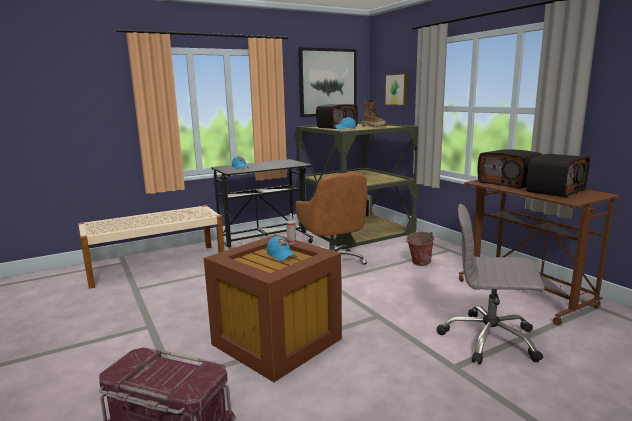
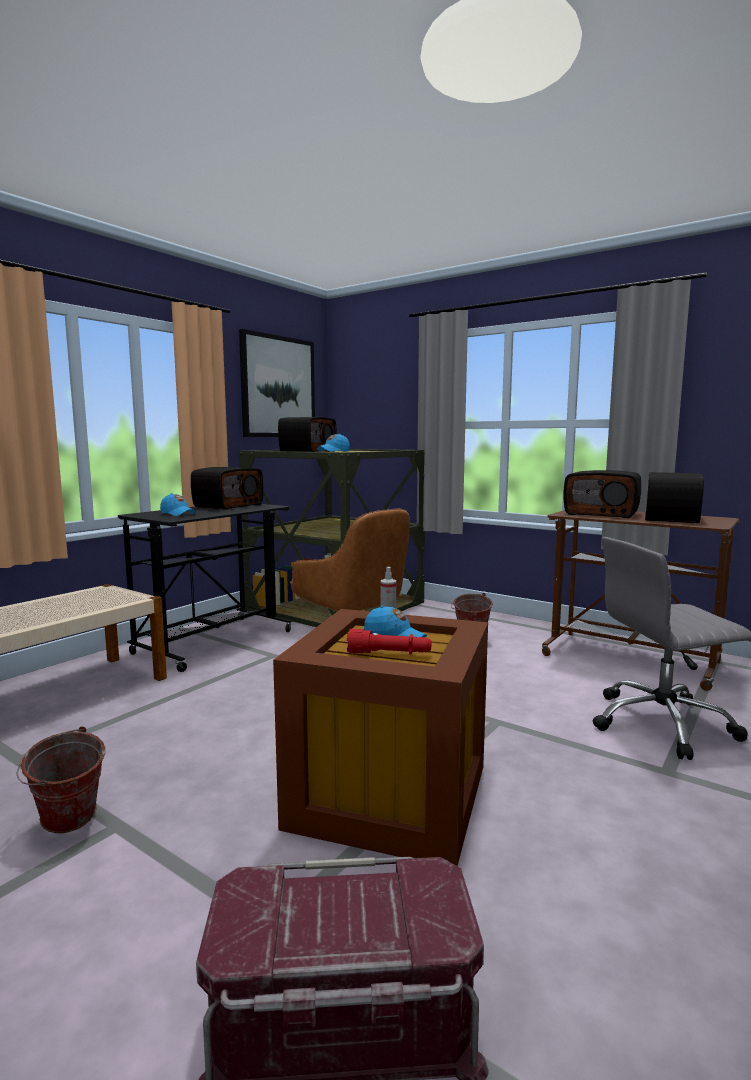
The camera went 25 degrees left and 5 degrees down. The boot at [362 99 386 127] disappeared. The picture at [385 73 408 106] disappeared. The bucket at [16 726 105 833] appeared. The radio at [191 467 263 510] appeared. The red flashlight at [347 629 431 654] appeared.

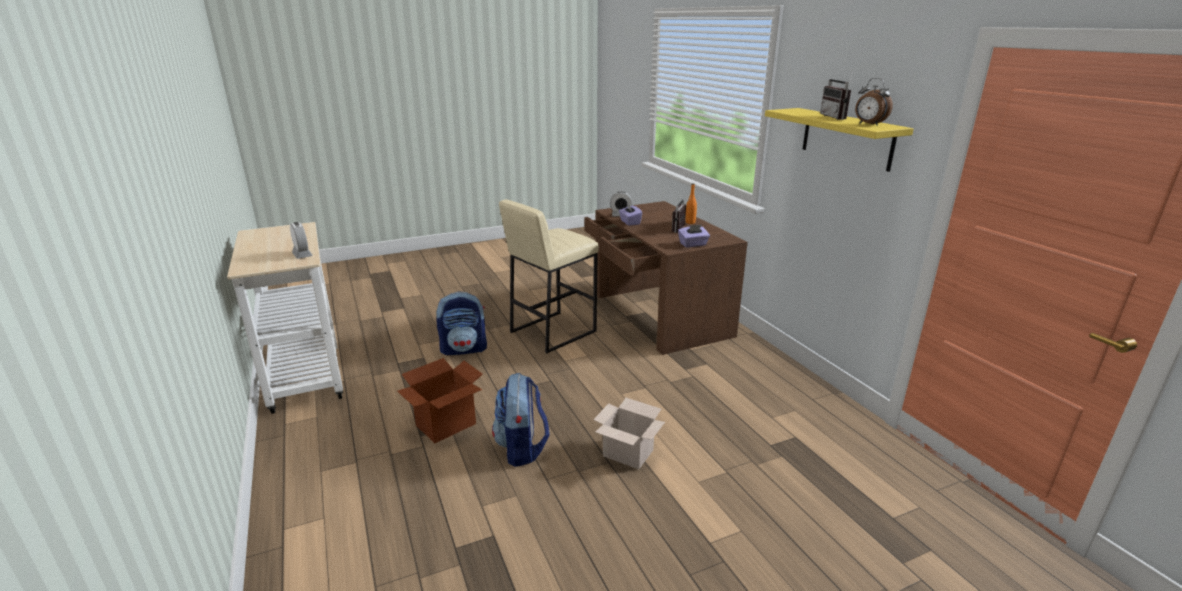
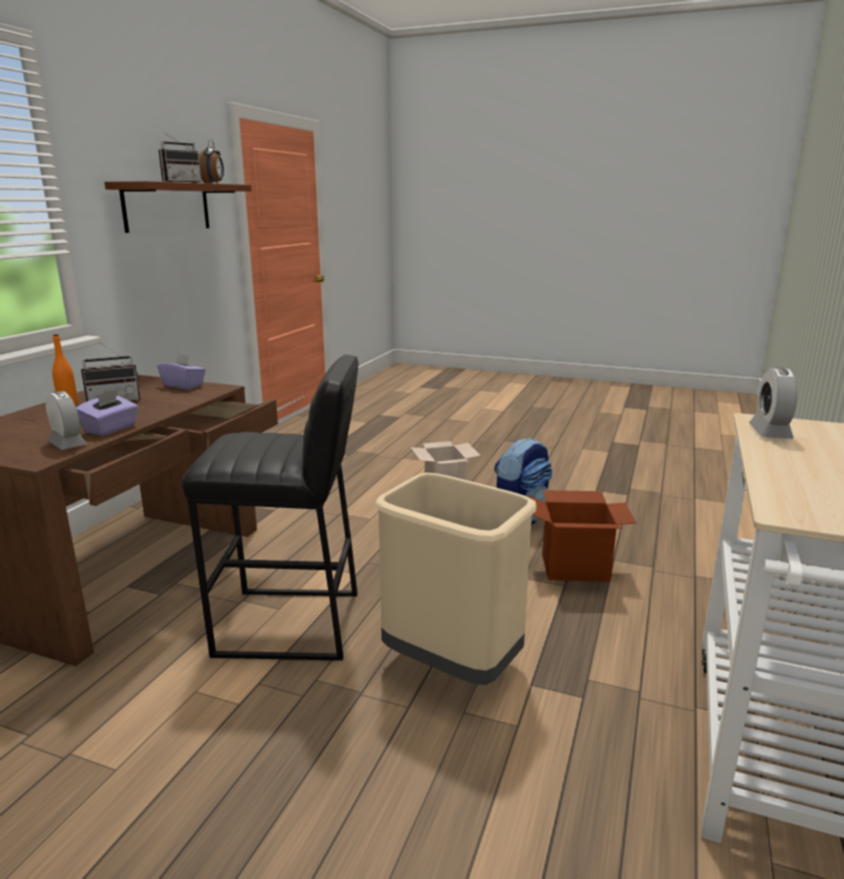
The camera went 135 degrees left and 5 degrees down. The backpack at [436 291 487 355] was replaced by the beige trash can at [374 473 537 685]. The beige stool at [499 199 599 353] became the black stool at [182 354 358 661]. The yellow shelf at [765 108 914 172] became the brown shelf at [104 181 251 233].

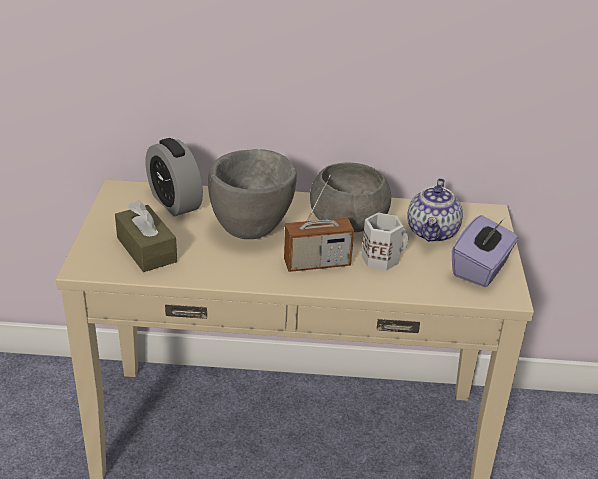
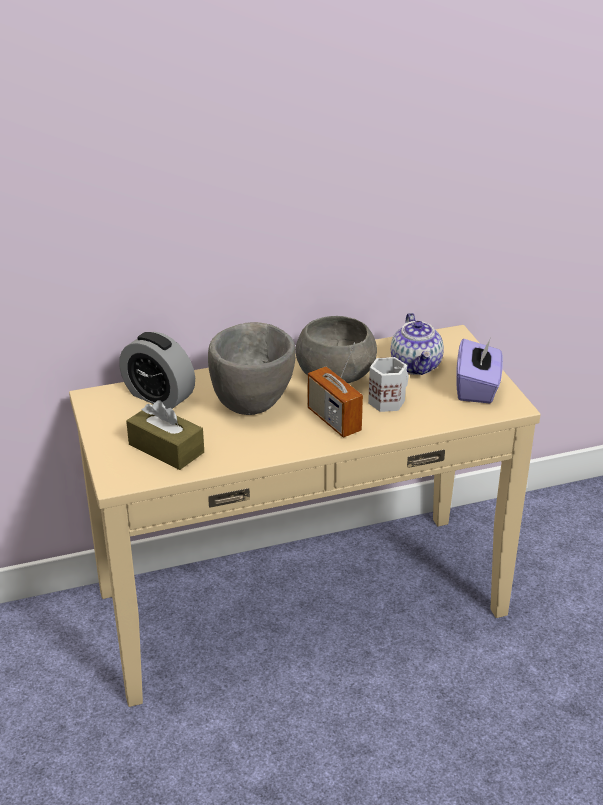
The camera went 20 degrees left and 0 degrees up. The radio at [284 175 354 272] turned 90 degrees clockwise.

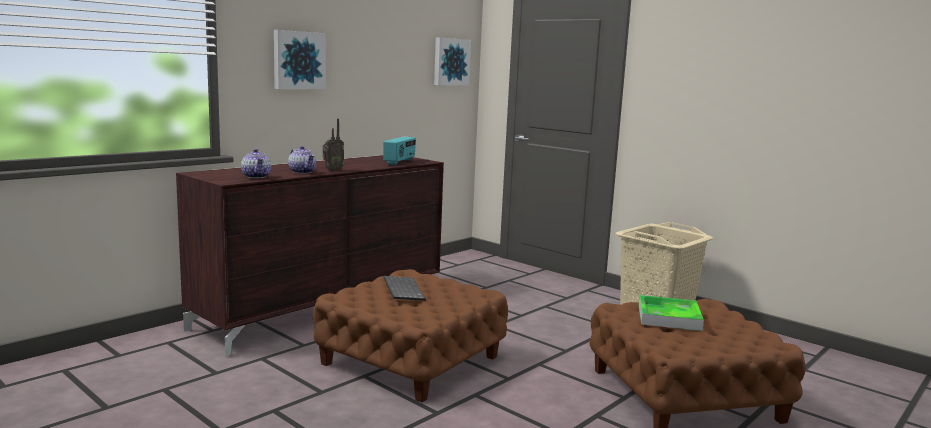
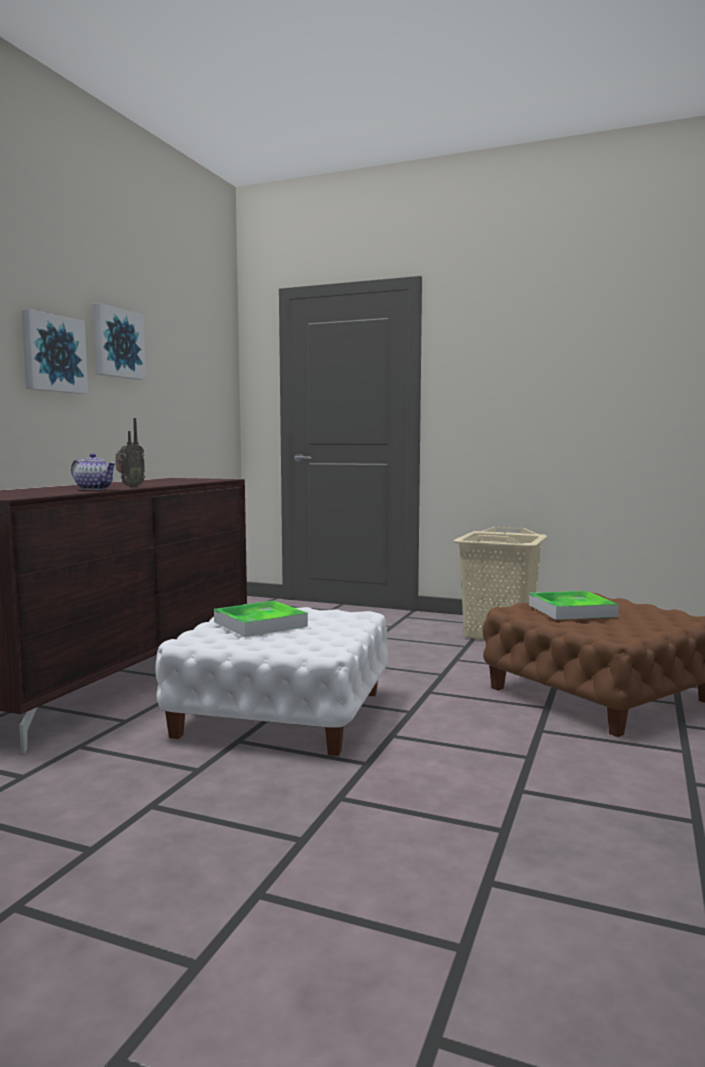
The camera went 20 degrees left and 5 degrees down. The teapot at [241 149 271 178] disappeared. The brown ottoman at [313 269 508 402] became the white ottoman at [155 604 388 756]. The radio at [383 137 416 165] disappeared. The keyboard at [383 276 426 301] was replaced by the tray at [214 600 308 637]. The picture moved from [434 37 471 86] to [92 303 146 380].

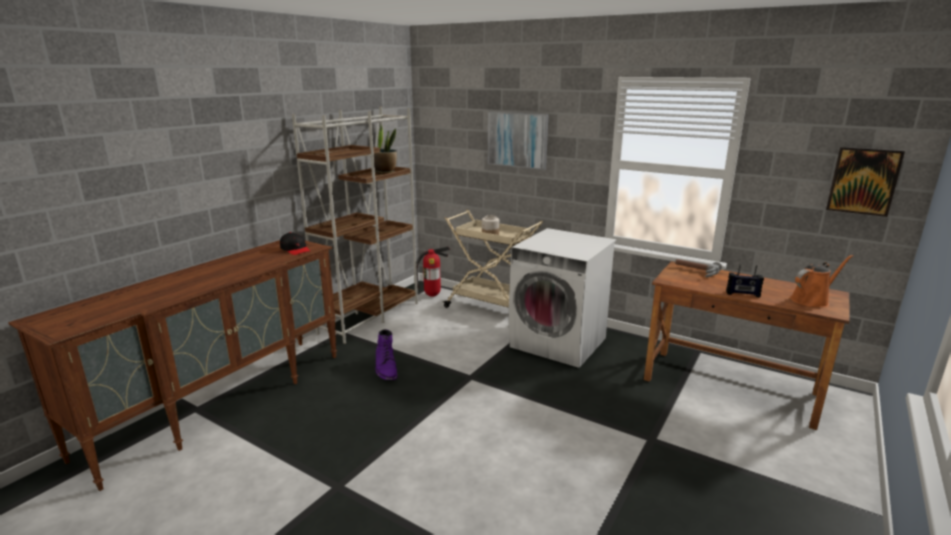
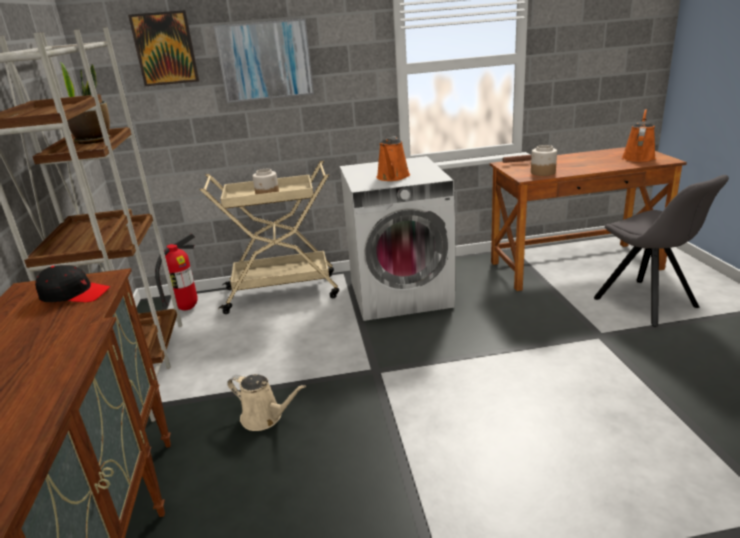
The camera went 40 degrees left and 5 degrees up. The purple boot at [375 329 397 380] was replaced by the beige watering can at [227 374 306 431]. The radio at [726 264 764 297] disappeared. The picture moved from [826 147 905 217] to [128 10 199 86]. The orange watering can at [377 136 410 181] appeared. The jar at [531 145 557 176] appeared. The grey chair at [594 175 729 327] appeared.

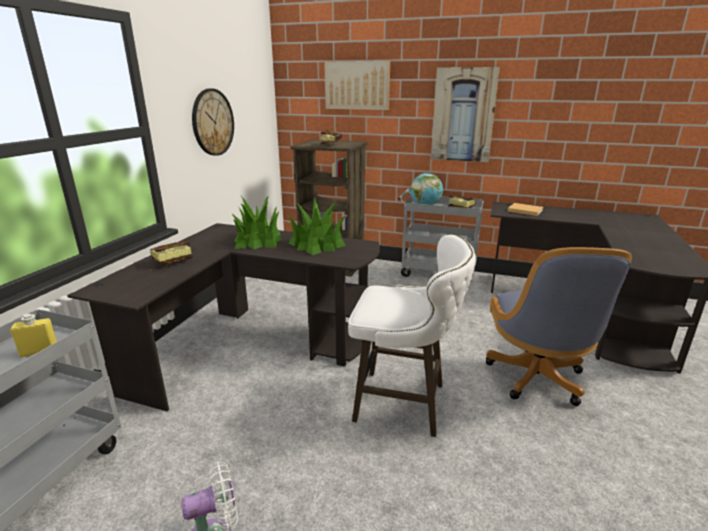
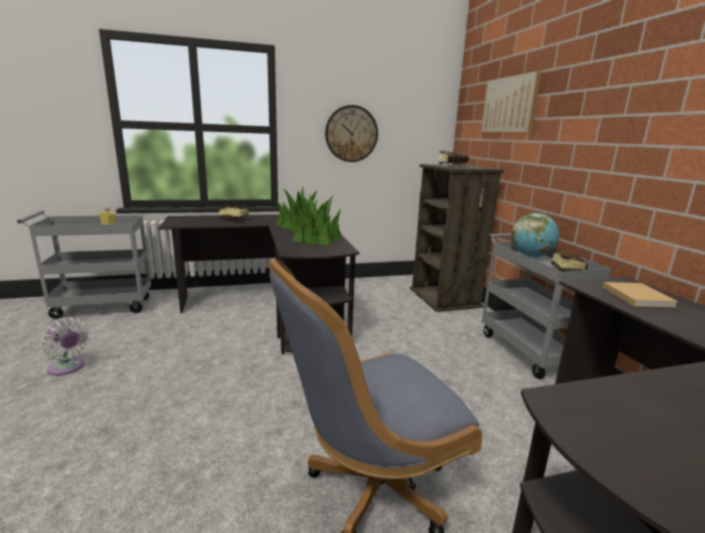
The camera went 55 degrees right and 5 degrees down. The white stool at [348 234 476 437] disappeared. The picture at [431 67 500 162] disappeared.

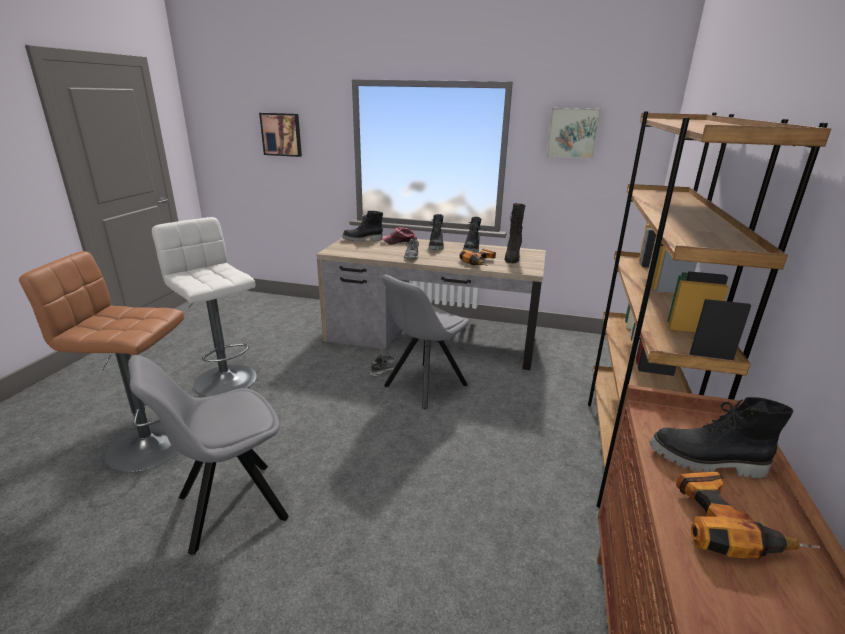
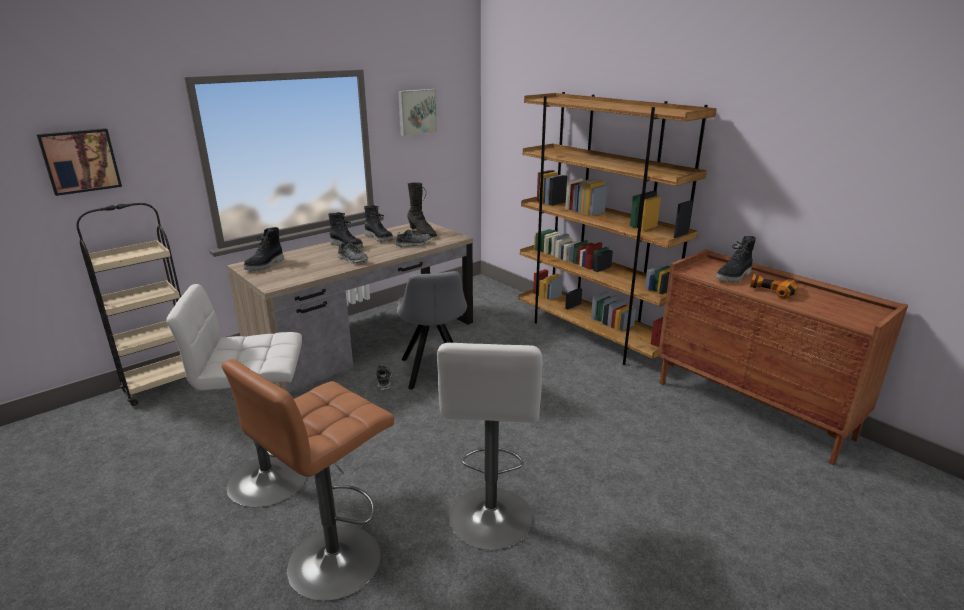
The camera went 55 degrees left and 0 degrees up. The grey chair at [128 355 289 555] was replaced by the white stool at [437 343 543 550]. The cap at [381 227 417 245] disappeared. The power drill at [459 249 496 266] was replaced by the shoe at [395 230 431 247]. The beige cart at [76 203 186 406] appeared.

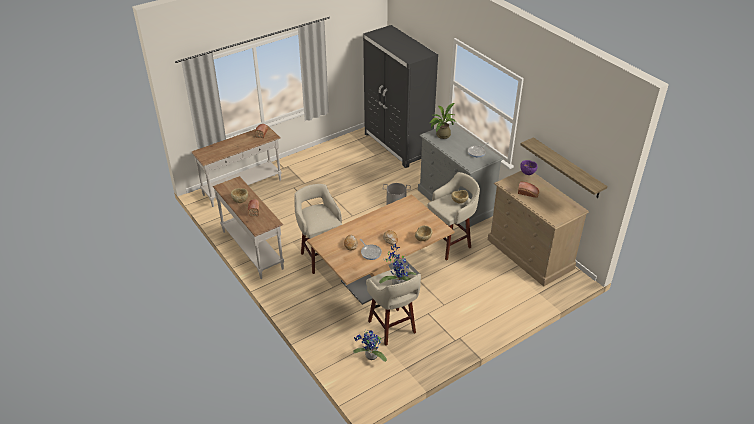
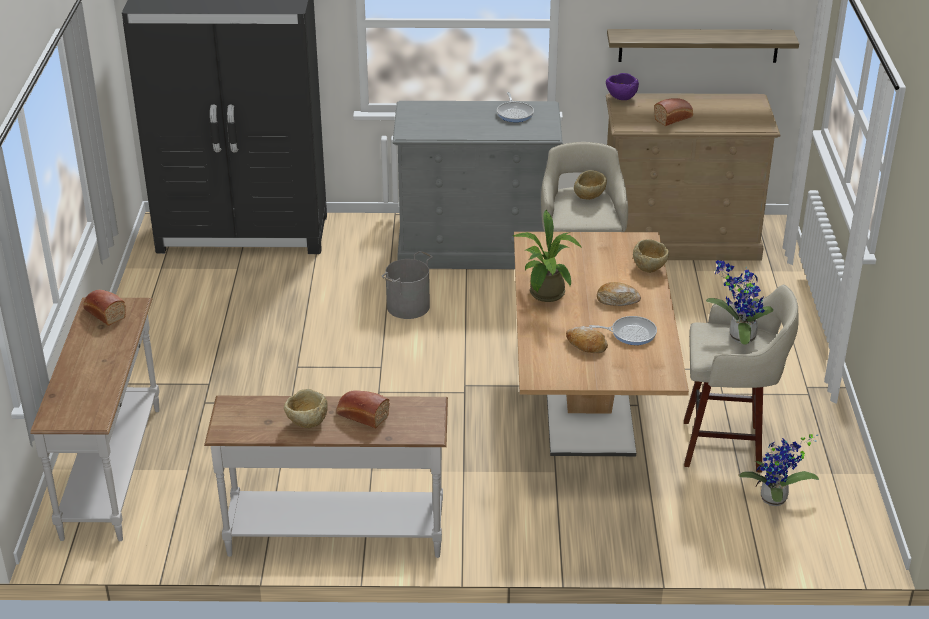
The camera went 55 degrees left and 5 degrees down. The beige stool at [294 184 342 274] disappeared. The potted plant moved from [430 103 456 139] to [512 209 582 302].

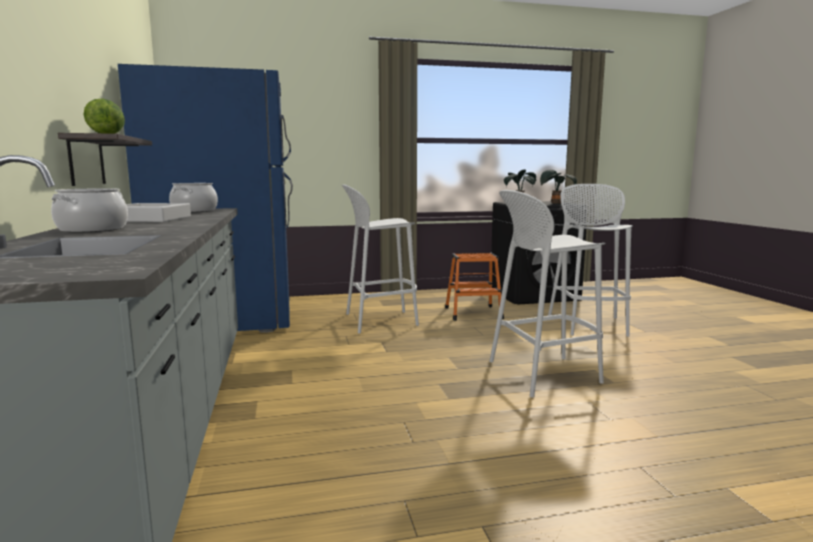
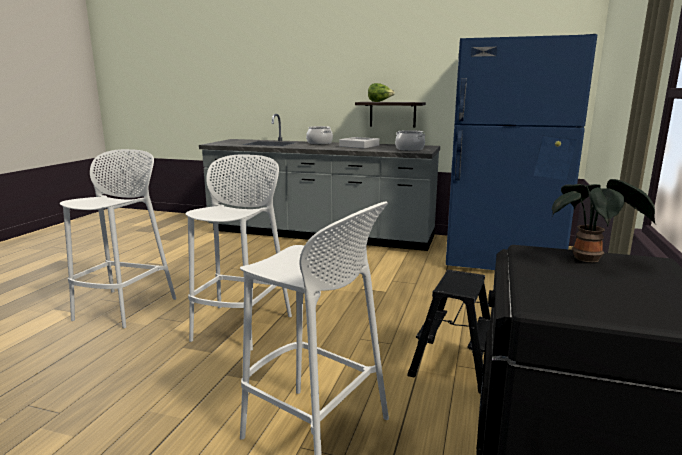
The camera went 120 degrees right and 5 degrees up. The white stool moved from [342 184 419 334] to [60 149 176 328]. The orange step ladder at [445 253 504 321] became the black step ladder at [407 269 491 394]. The potted plant at [540 169 577 204] disappeared.

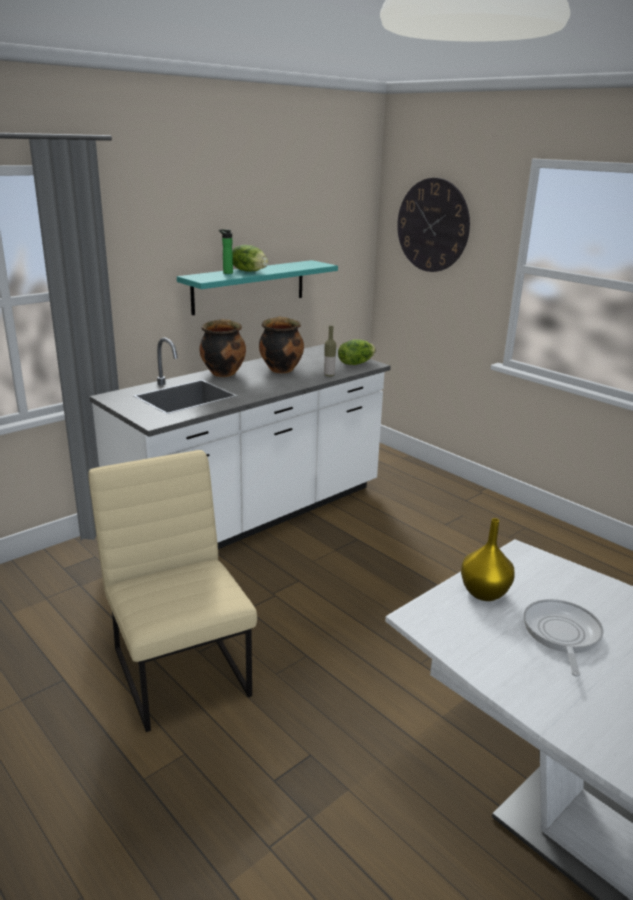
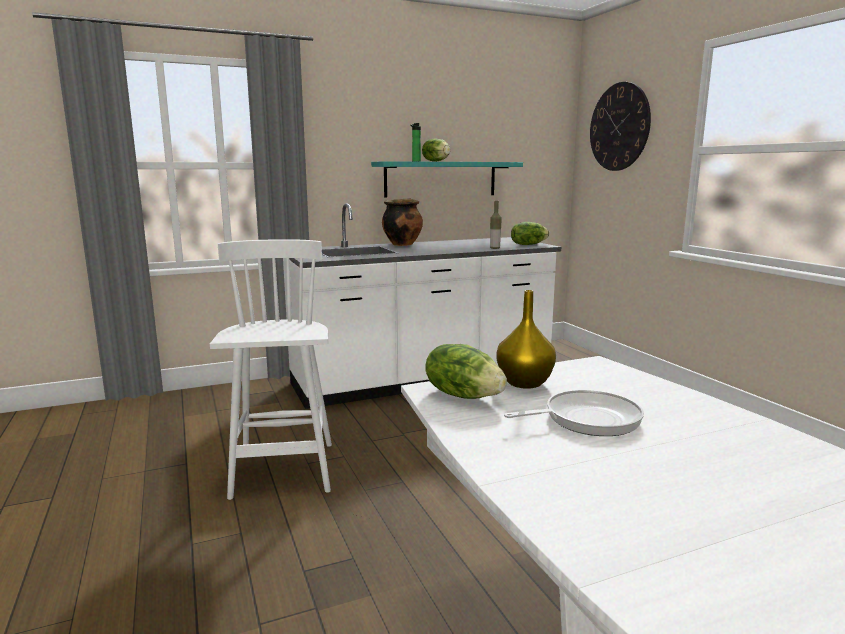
The camera went 20 degrees right and 10 degrees down. The beige chair at [88 450 257 732] was replaced by the white stool at [210 239 332 500]. The cooking pot at [259 316 304 373] disappeared. The frying pan at [524 599 604 677] turned 45 degrees clockwise. The lettuce at [425 344 507 399] appeared.

